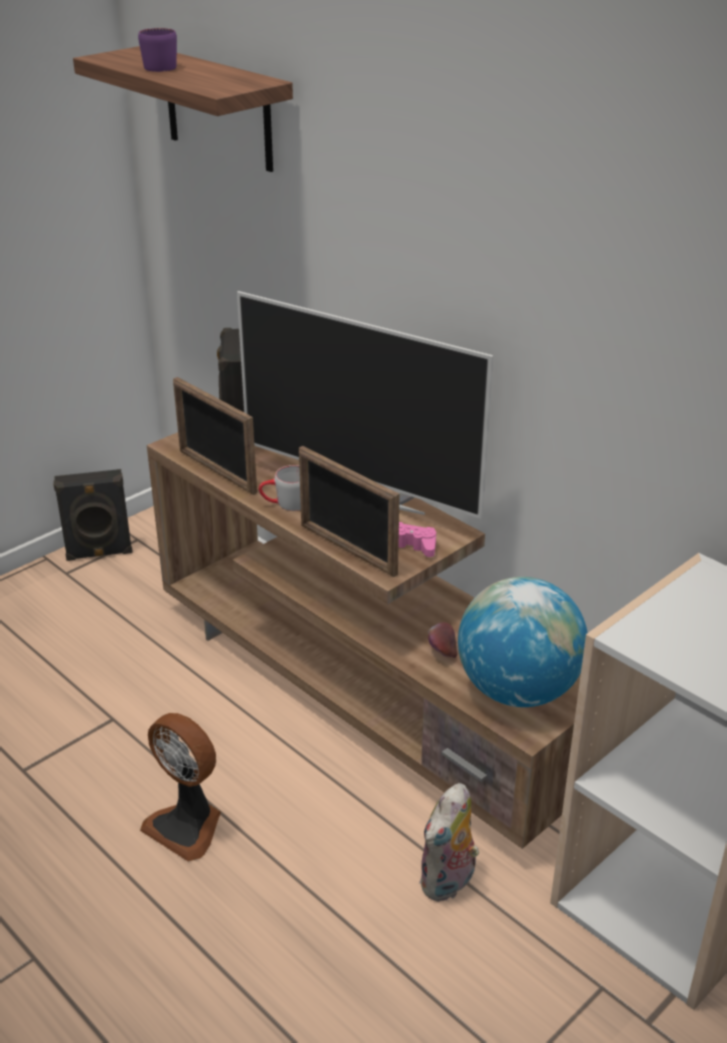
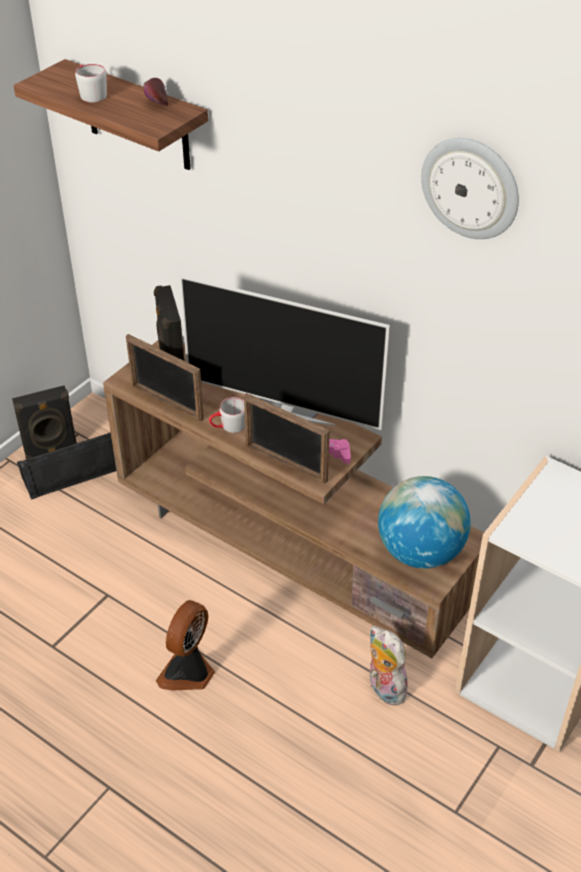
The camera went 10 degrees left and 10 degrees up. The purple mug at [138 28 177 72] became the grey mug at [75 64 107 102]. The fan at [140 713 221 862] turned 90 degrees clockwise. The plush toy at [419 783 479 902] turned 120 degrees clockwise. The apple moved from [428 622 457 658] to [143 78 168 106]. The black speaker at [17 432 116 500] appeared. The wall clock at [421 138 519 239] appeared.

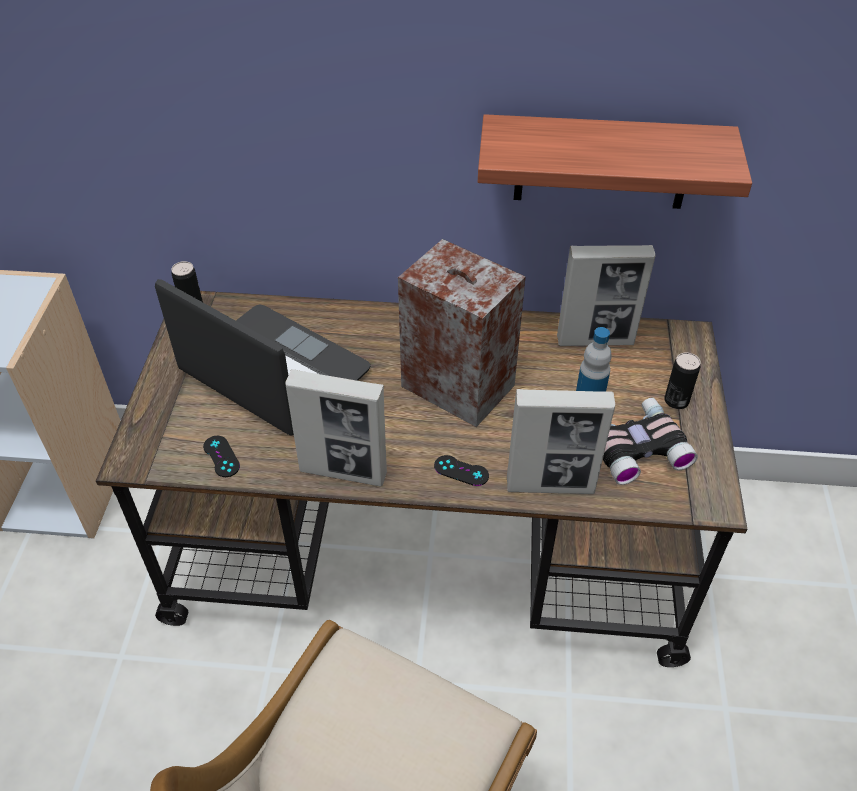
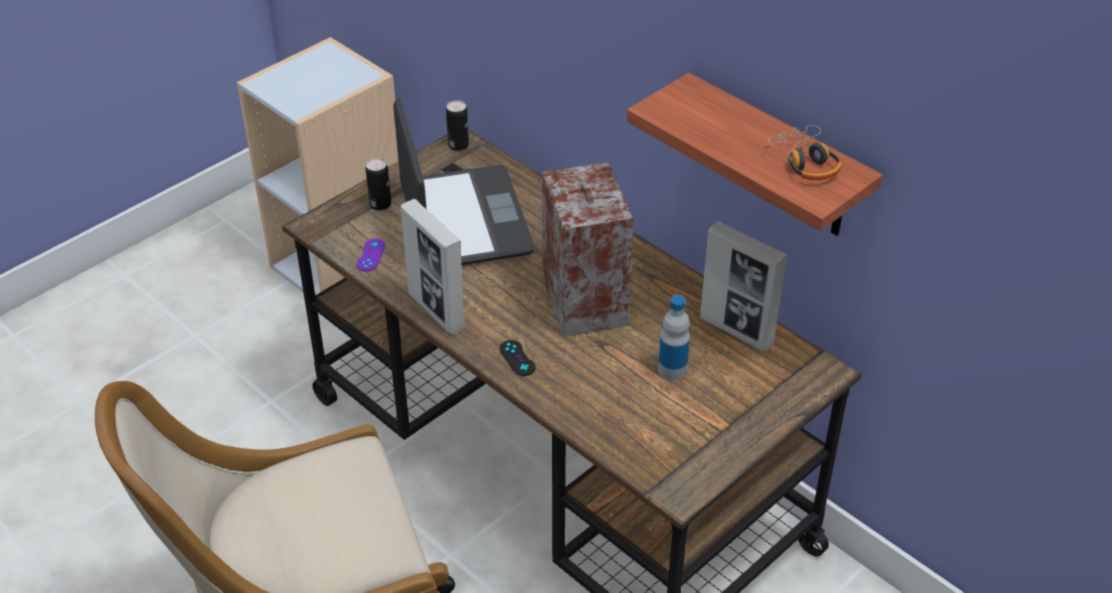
The camera went 40 degrees right and 5 degrees down. The black game controller at [203 436 240 477] became the purple game controller at [356 239 386 271]. The picture frame at [507 389 615 494] disappeared. The binoculars at [603 398 698 485] disappeared. The can moved from [664 352 701 409] to [366 158 391 210]. The headphones at [763 125 842 180] appeared.

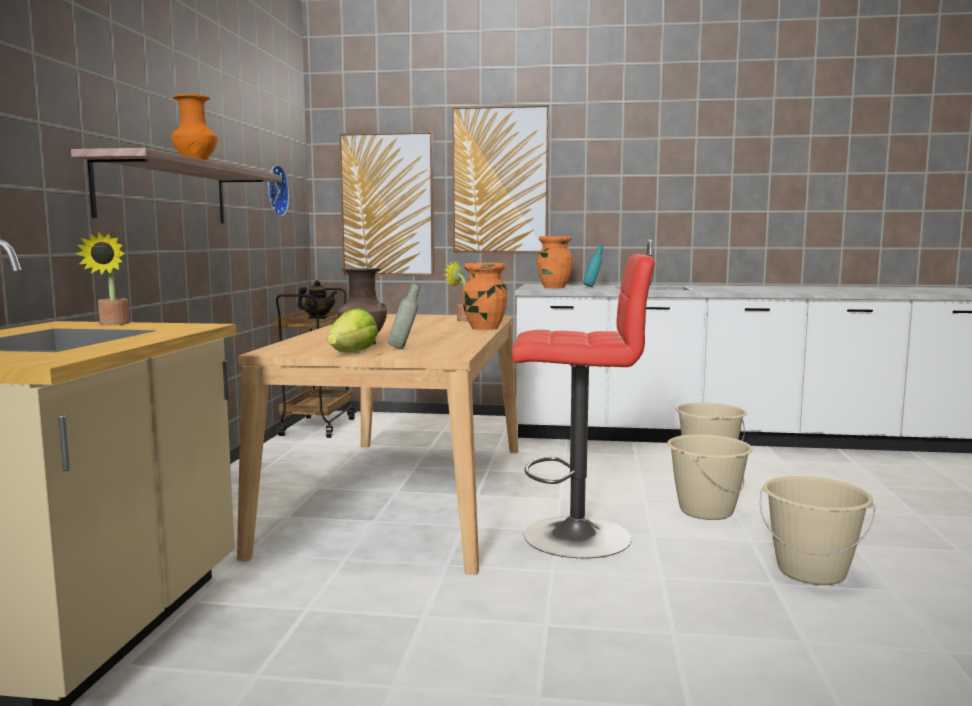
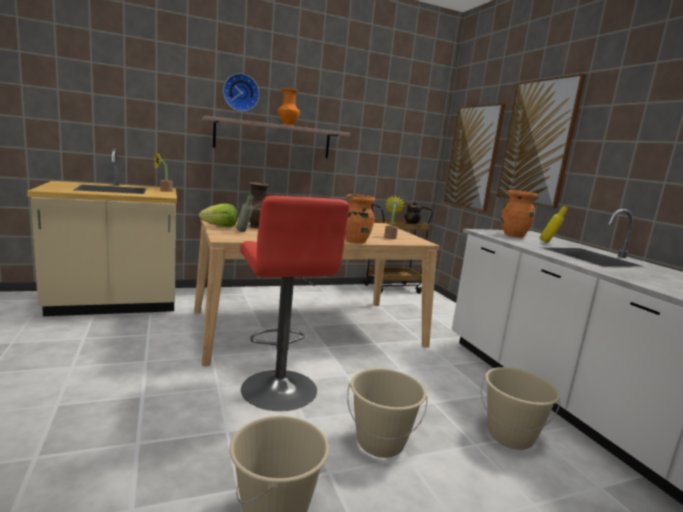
The camera went 60 degrees right and 5 degrees up. The wall clock moved from [268 165 289 217] to [223 73 259 112]. The turquoise bottle at [583 245 603 287] became the yellow bottle at [540 206 568 243].

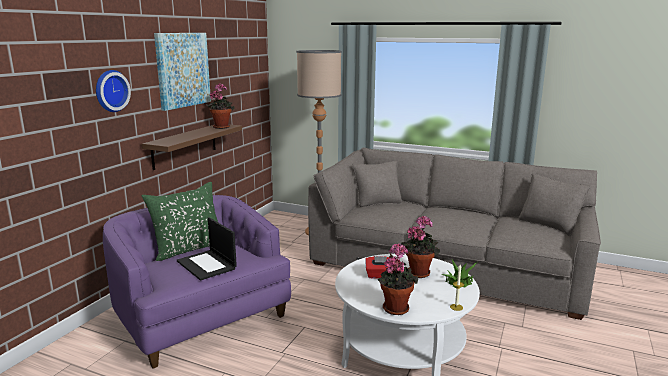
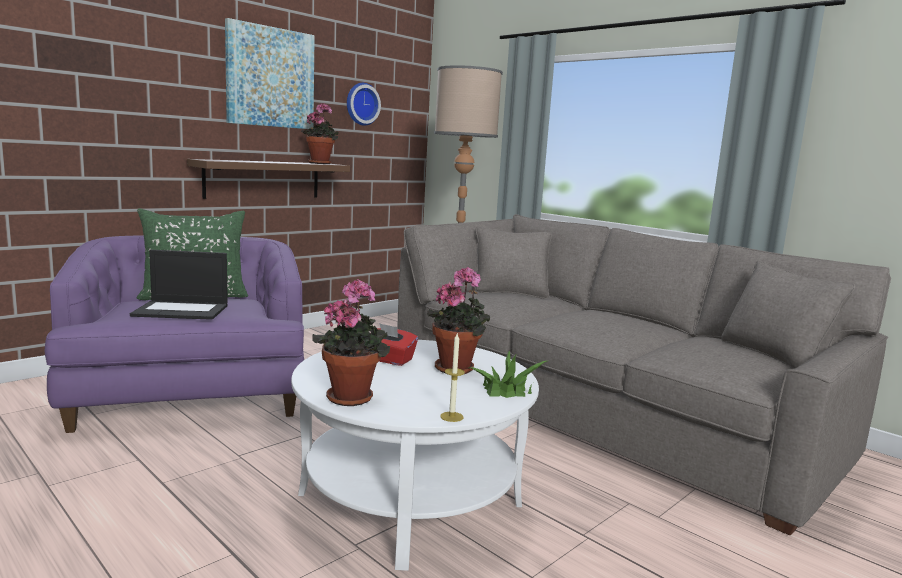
The camera went 20 degrees right and 5 degrees down. The wall clock moved from [96 70 131 112] to [347 83 381 126]. The laptop at [177 217 237 281] turned 75 degrees counterclockwise.

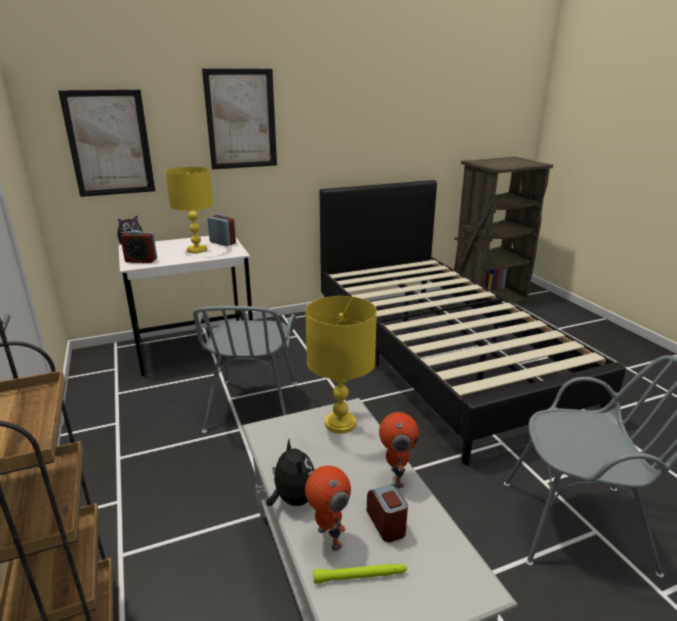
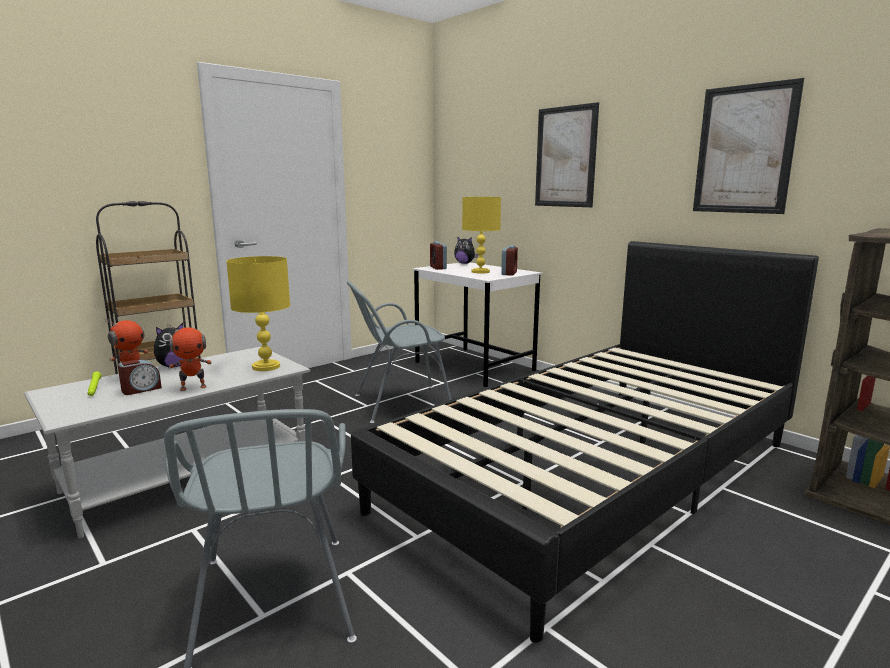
The camera went 70 degrees right and 10 degrees down. The picture moved from [58 89 155 197] to [693 78 804 214].

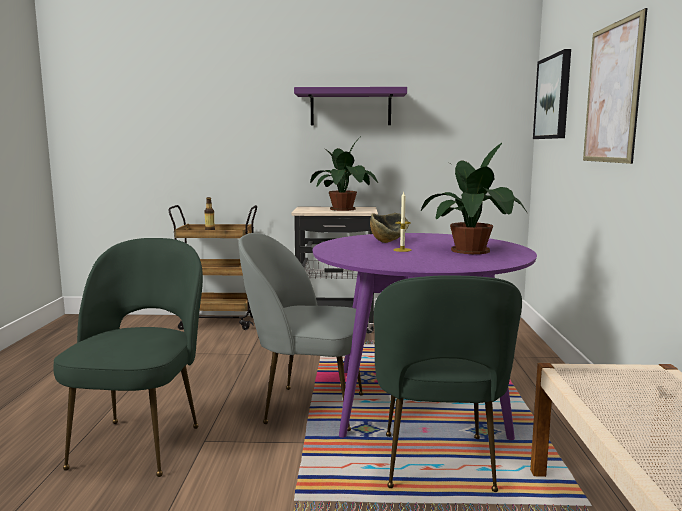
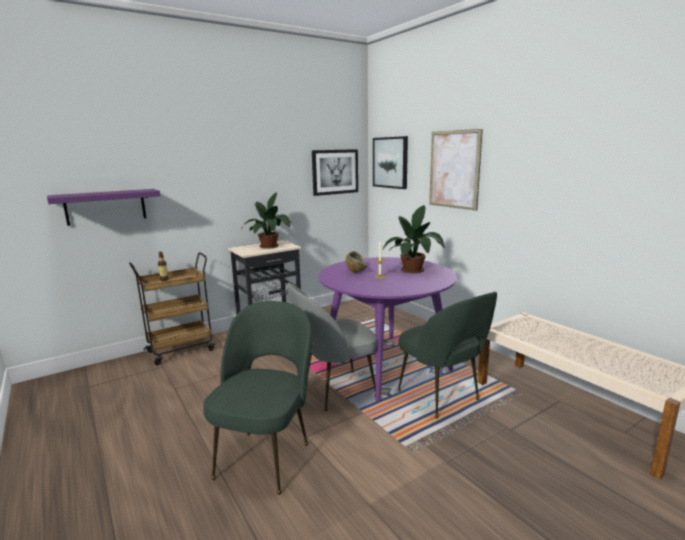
The camera went 35 degrees left and 5 degrees up. The green chair at [53 238 203 477] turned 45 degrees clockwise. The purple shelf moved from [294 87 407 125] to [47 189 161 226]. The picture at [312 149 358 196] appeared.

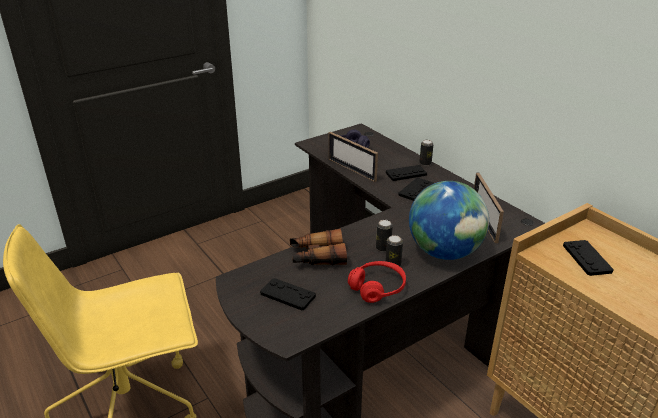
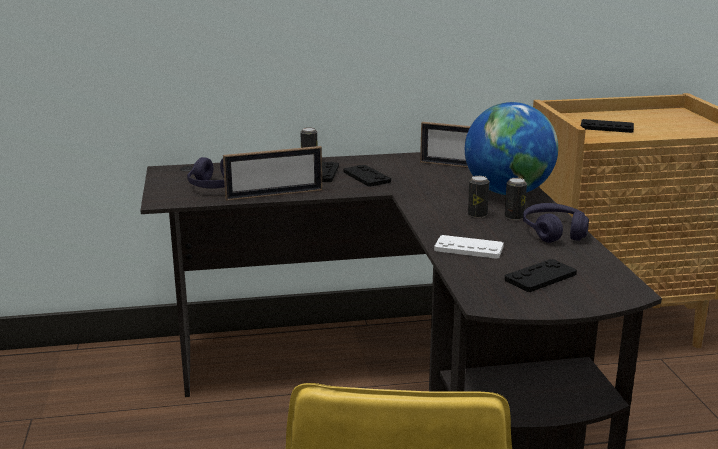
The camera went 65 degrees left and 10 degrees down. The binoculars at [290 229 347 265] was replaced by the white game controller at [434 235 504 259]. The red headphones at [348 261 406 303] became the purple headphones at [523 203 589 243].

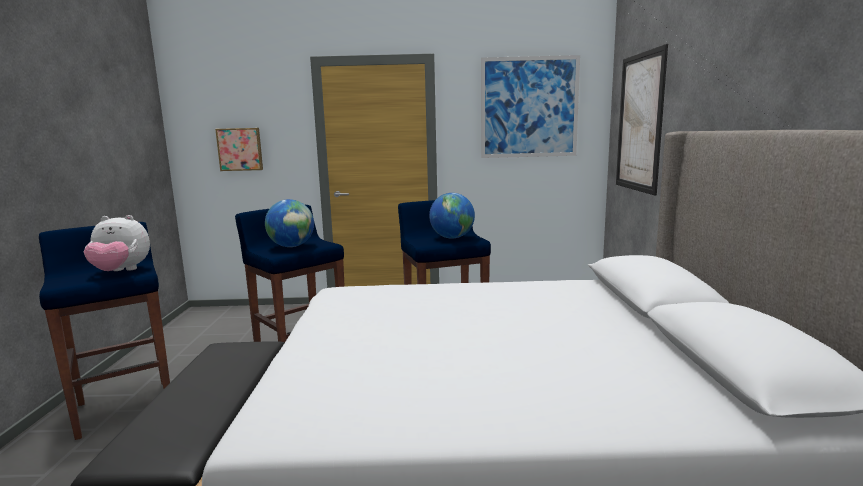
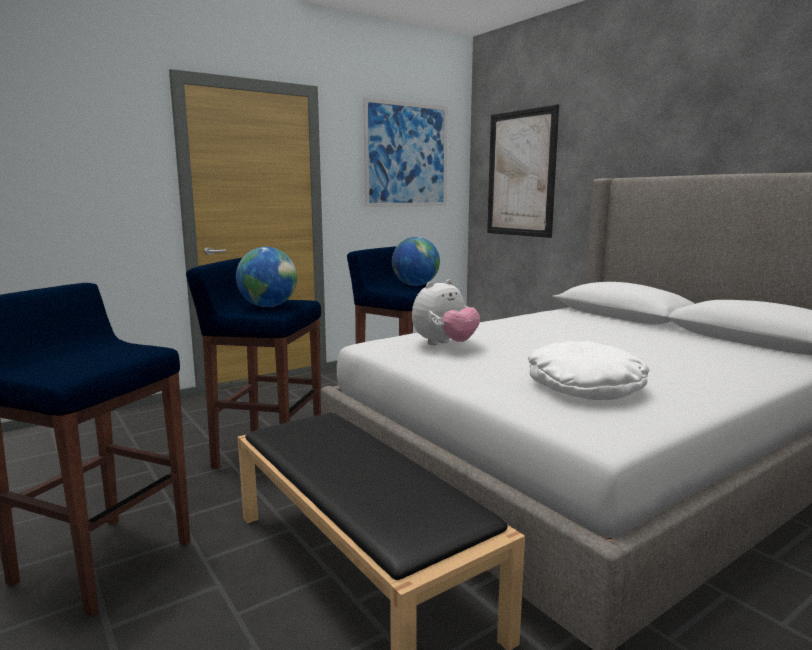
The camera went 35 degrees left and 0 degrees up. The plush toy moved from [84 215 150 271] to [412 279 480 345]. The picture at [215 128 263 171] disappeared. The white pillow at [528 341 649 400] appeared.

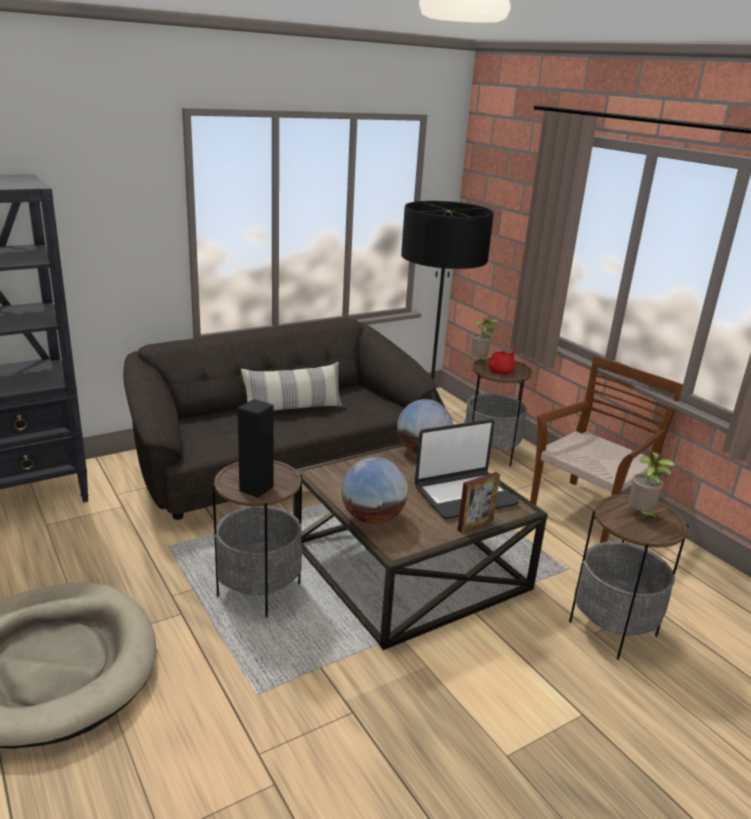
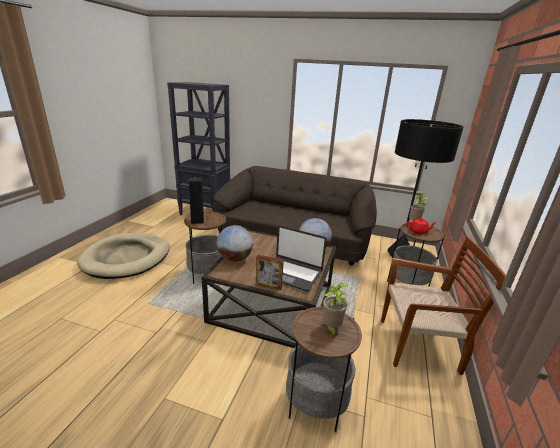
The camera went 50 degrees right and 0 degrees up. The pillow at [241 362 342 411] disappeared.

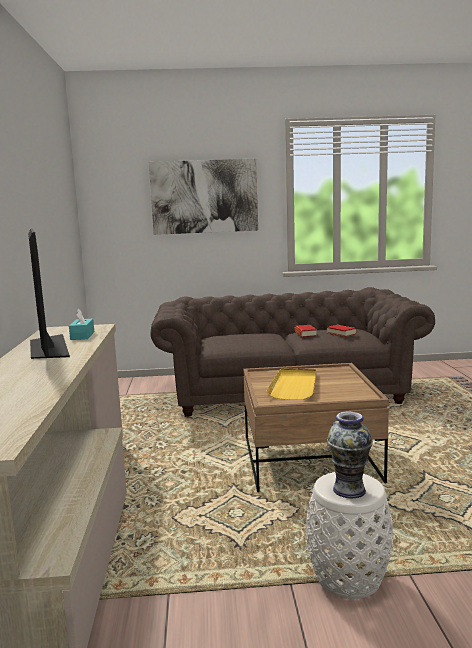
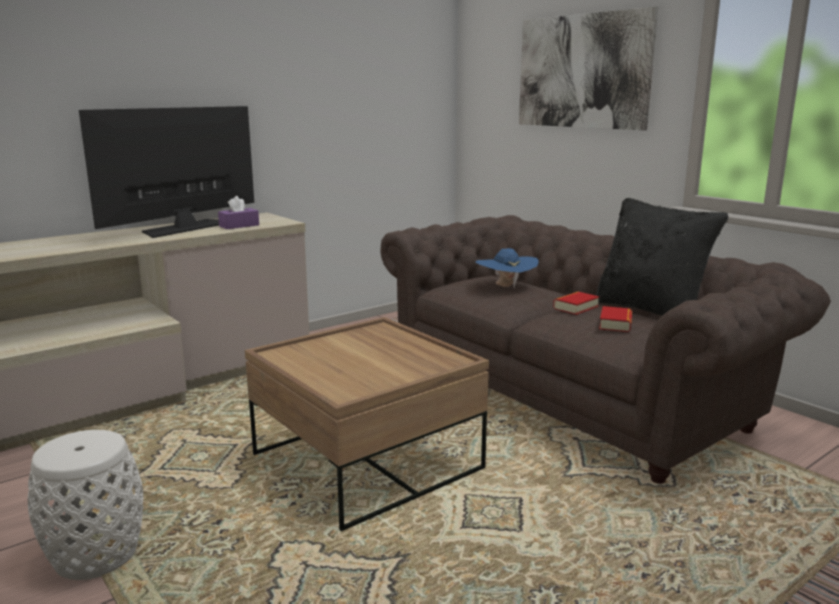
The camera went 55 degrees right and 5 degrees up. The turquoise tissue box at [69 309 94 340] became the purple tissue box at [218 196 259 229]. The yellow tray at [266 369 316 400] disappeared. The vase at [327 411 373 498] disappeared. The blue hat at [476 248 539 289] appeared. The black pillow at [596 198 728 316] appeared.

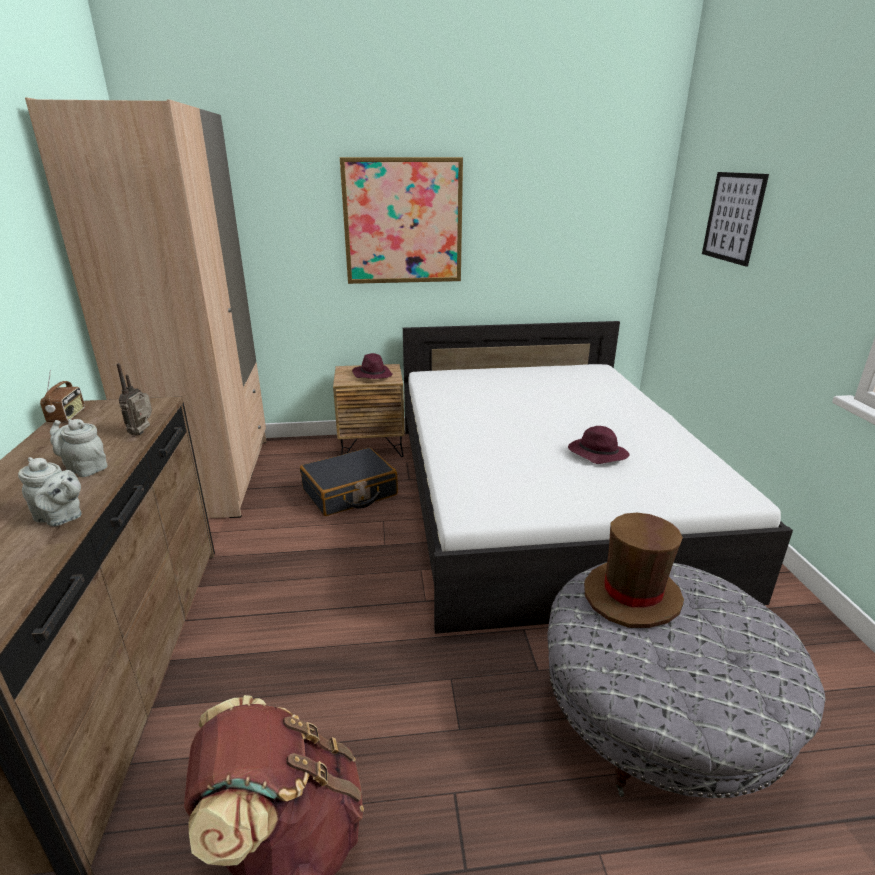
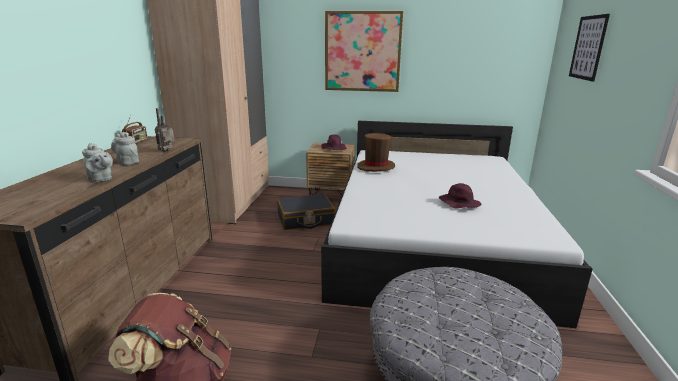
The camera went 15 degrees right and 5 degrees down. The brown hat moved from [584 513 684 628] to [357 133 395 172].

